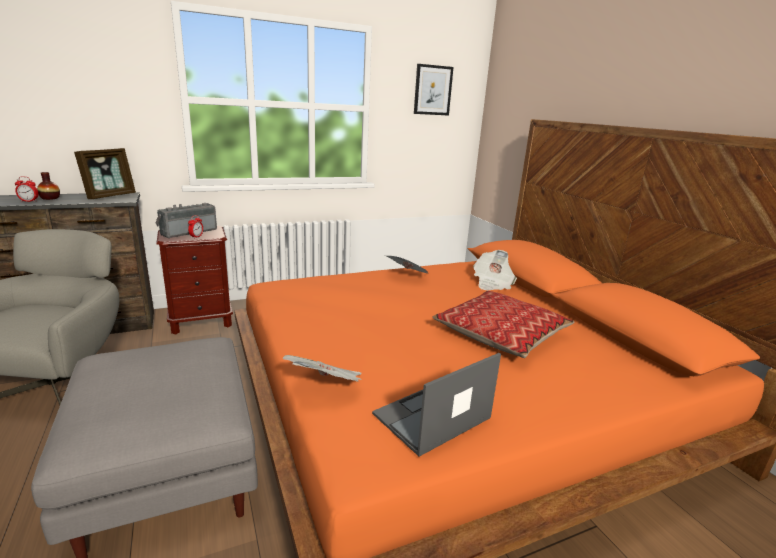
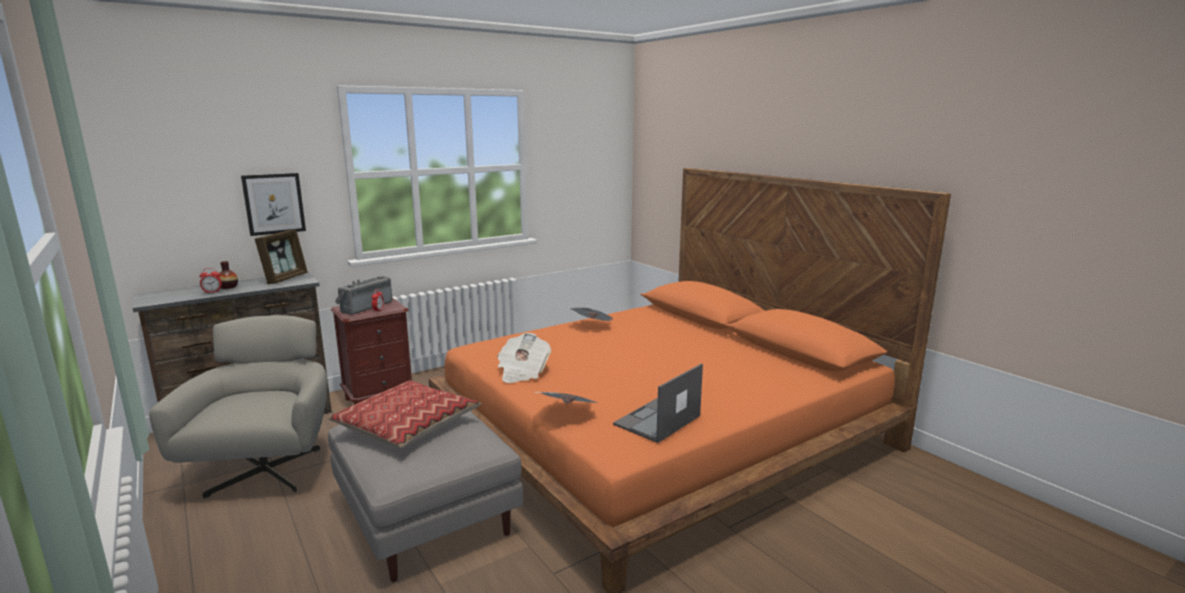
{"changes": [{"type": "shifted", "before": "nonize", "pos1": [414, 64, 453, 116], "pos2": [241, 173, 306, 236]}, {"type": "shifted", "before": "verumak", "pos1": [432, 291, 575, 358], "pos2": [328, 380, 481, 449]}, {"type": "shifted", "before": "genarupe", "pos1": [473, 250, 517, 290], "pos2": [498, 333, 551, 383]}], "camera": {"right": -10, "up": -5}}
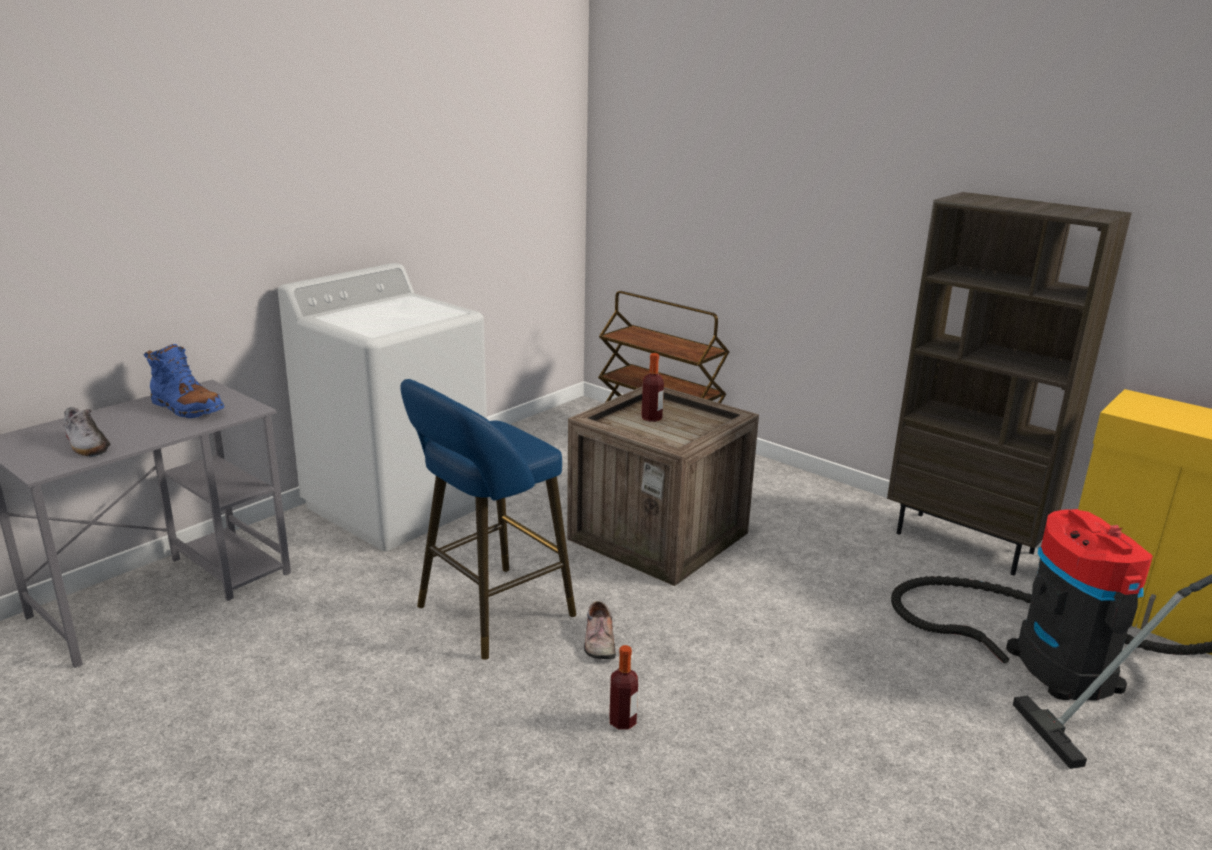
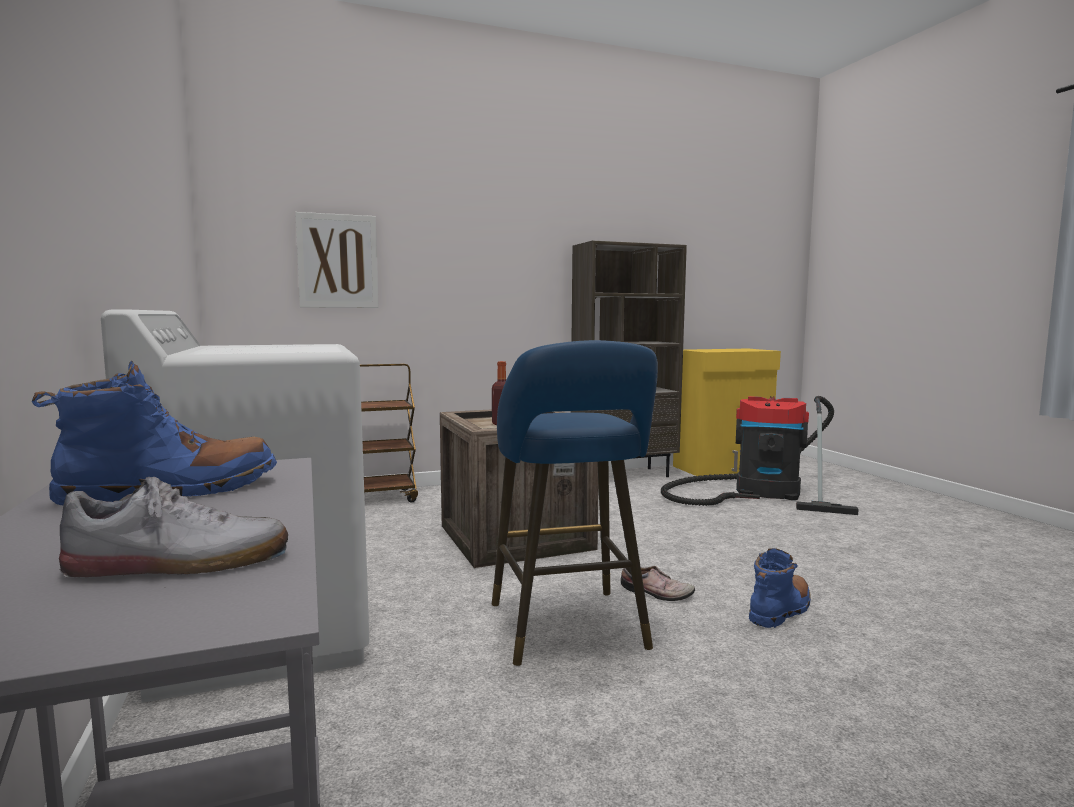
{"changes": [{"type": "new", "after": "nonize", "pos2": [295, 212, 379, 308]}, {"type": "swapped", "before": "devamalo", "after": "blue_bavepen", "pos1": [610, 645, 638, 730], "pos2": [749, 548, 811, 628]}], "camera": {"right": -60, "up": -15}}
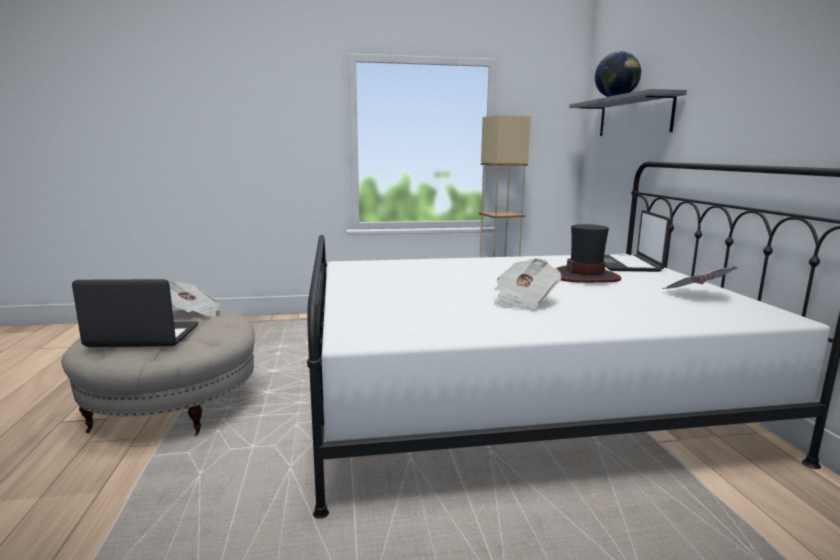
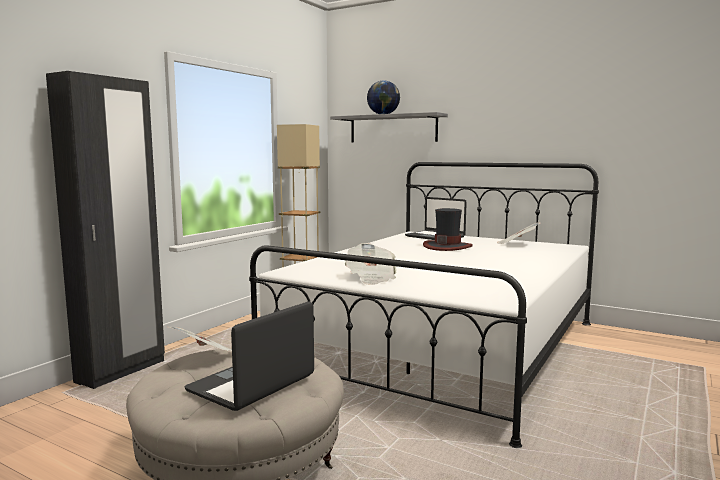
{"changes": [{"type": "new", "after": "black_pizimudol", "pos2": [46, 71, 165, 389]}, {"type": "shifted", "before": "genarupe", "pos1": [494, 258, 561, 308], "pos2": [345, 243, 397, 285]}], "camera": {"right": -50, "up": -5}}
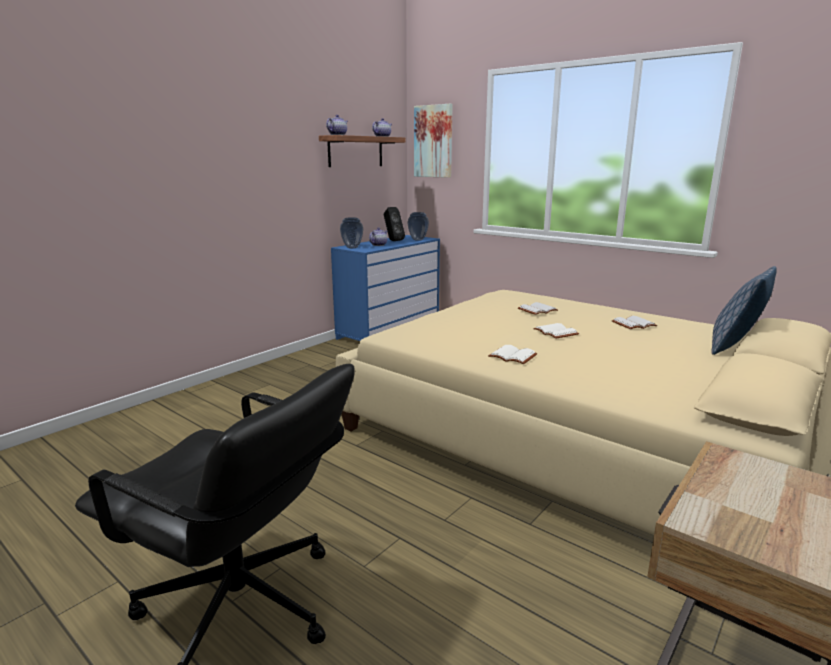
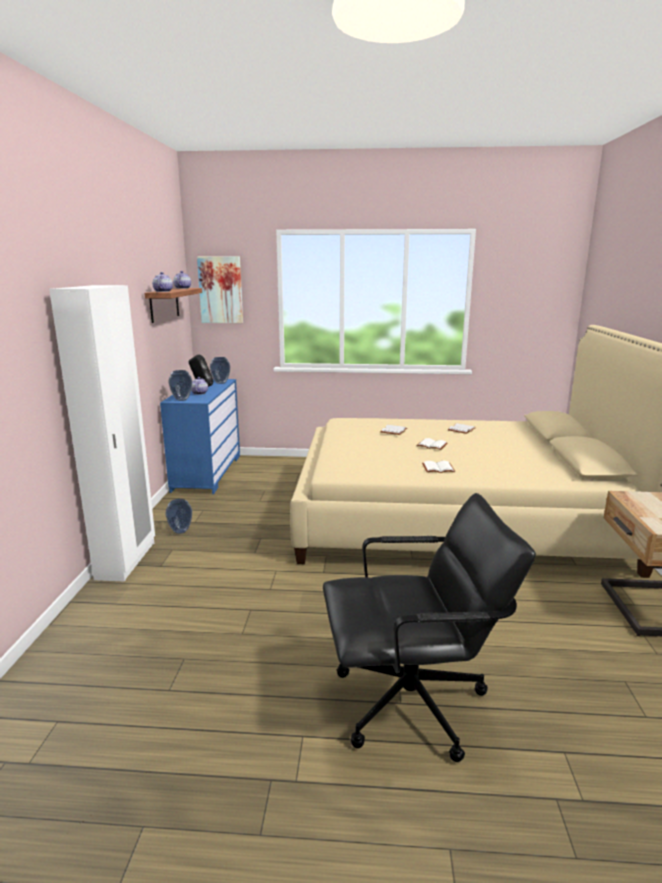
{"changes": [{"type": "new", "after": "white_pizimudol", "pos2": [49, 285, 155, 582]}, {"type": "new", "after": "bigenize", "pos2": [165, 499, 192, 534]}, {"type": "gone", "before": "verumak", "pos1": [711, 266, 777, 355]}], "camera": {"right": -35, "up": 0}}
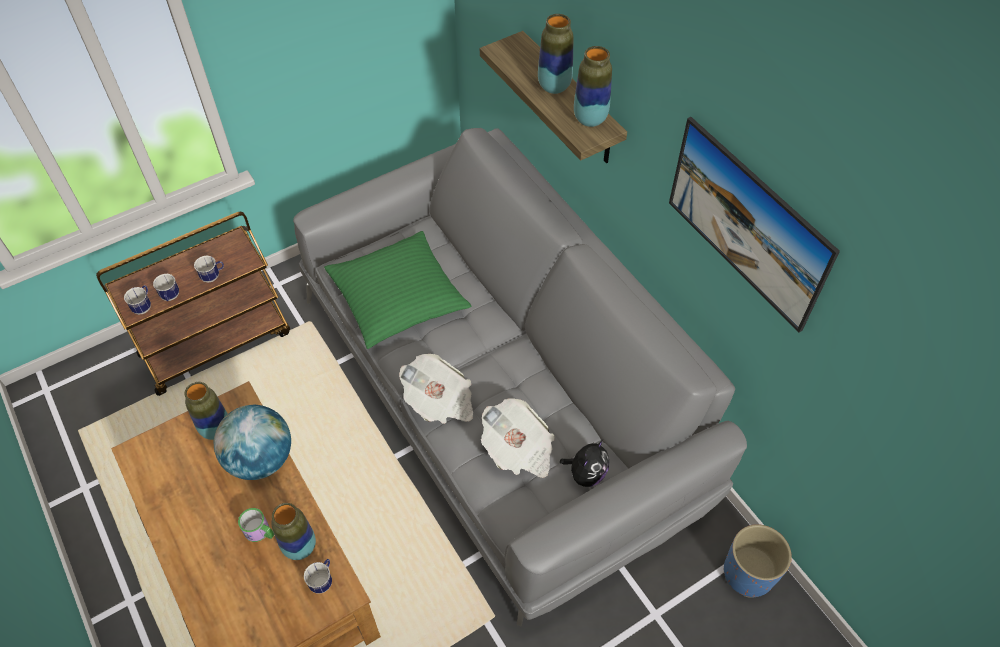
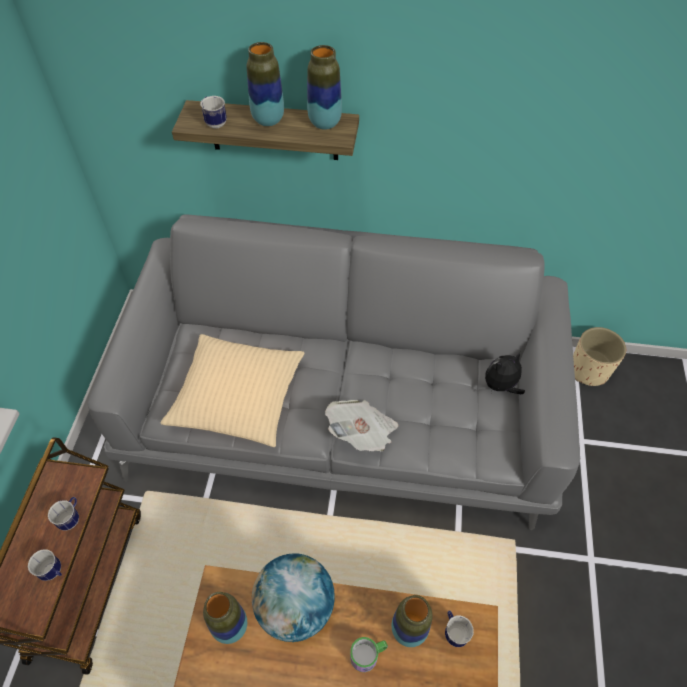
{"changes": [{"type": "repainted", "before": "green_verumak", "after": "beige_verumak", "pos1": [324, 231, 471, 349], "pos2": [161, 334, 305, 447]}, {"type": "shifted", "before": "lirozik", "pos1": [124, 285, 151, 315], "pos2": [200, 96, 227, 128]}, {"type": "rotated", "before": "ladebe", "pos1": [560, 440, 609, 487], "pos2": [485, 352, 525, 394], "turn": -105}, {"type": "repainted", "before": "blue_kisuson", "after": "beige_kisuson", "pos1": [724, 524, 792, 598], "pos2": [573, 327, 626, 386]}, {"type": "gone", "before": "genarupe", "pos1": [481, 398, 555, 478]}, {"type": "gone", "before": "nonize", "pos1": [669, 117, 840, 332]}], "camera": {"right": -50, "up": 0}}
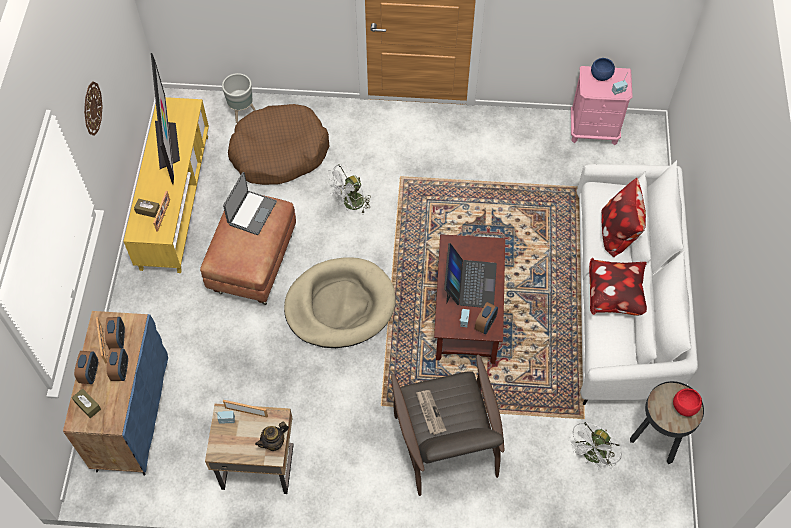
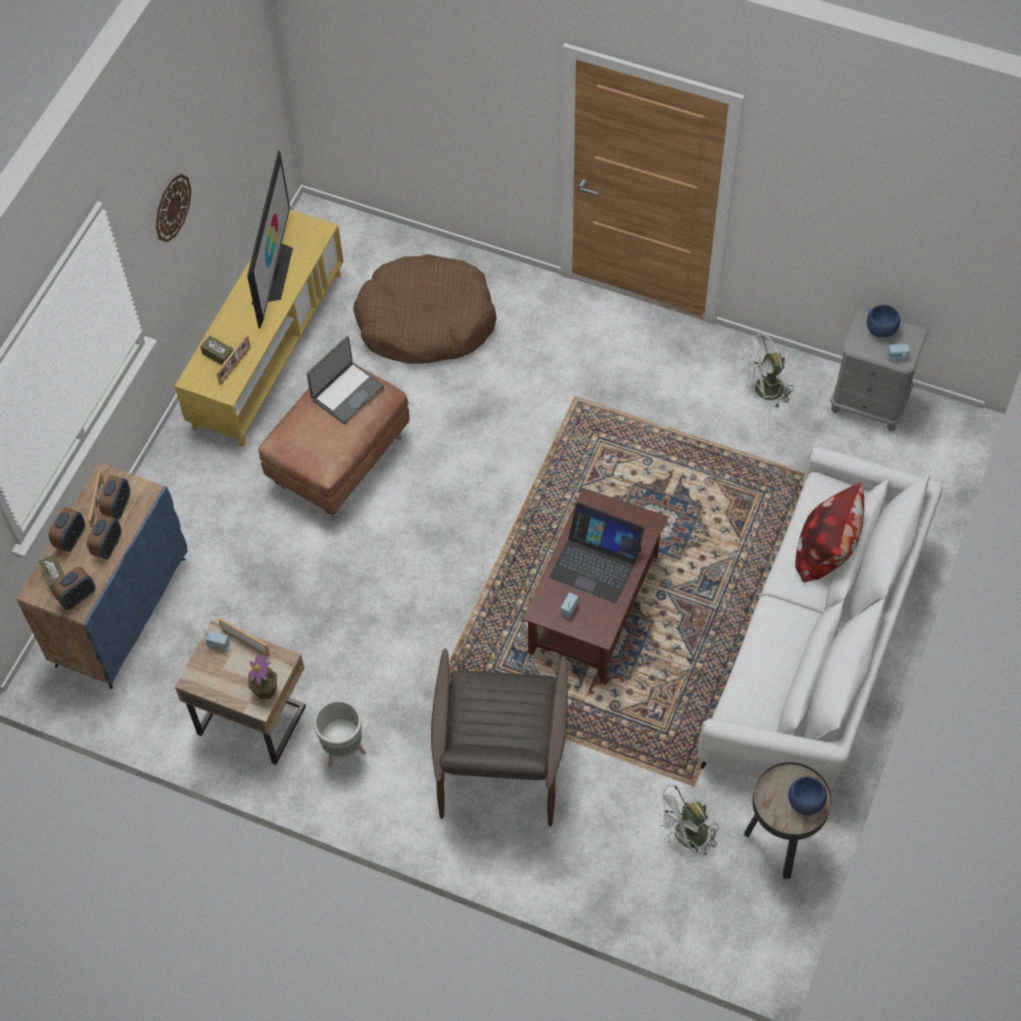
{"changes": [{"type": "shifted", "before": "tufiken", "pos1": [475, 302, 498, 334], "pos2": [52, 567, 95, 610]}, {"type": "swapped", "before": "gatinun", "after": "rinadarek", "pos1": [255, 422, 289, 451], "pos2": [248, 653, 277, 699]}, {"type": "shifted", "before": "grey_kisuson", "pos1": [222, 73, 255, 123], "pos2": [314, 700, 366, 767]}, {"type": "rotated", "before": "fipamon", "pos1": [444, 243, 497, 308], "pos2": [549, 502, 644, 603], "turn": 90}, {"type": "shifted", "before": "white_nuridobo", "pos1": [327, 164, 371, 213], "pos2": [739, 333, 794, 409]}, {"type": "repainted", "before": "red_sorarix", "after": "blue_sorarix", "pos1": [673, 388, 702, 417], "pos2": [788, 777, 827, 815]}, {"type": "repainted", "before": "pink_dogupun", "after": "grey_dogupun", "pos1": [571, 66, 633, 145], "pos2": [830, 309, 929, 432]}, {"type": "gone", "before": "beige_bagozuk", "pos1": [284, 257, 396, 348]}, {"type": "gone", "before": "genarupe", "pos1": [416, 390, 446, 435]}, {"type": "gone", "before": "verumak", "pos1": [589, 257, 647, 316]}], "camera": {"right": 20, "up": 0}}
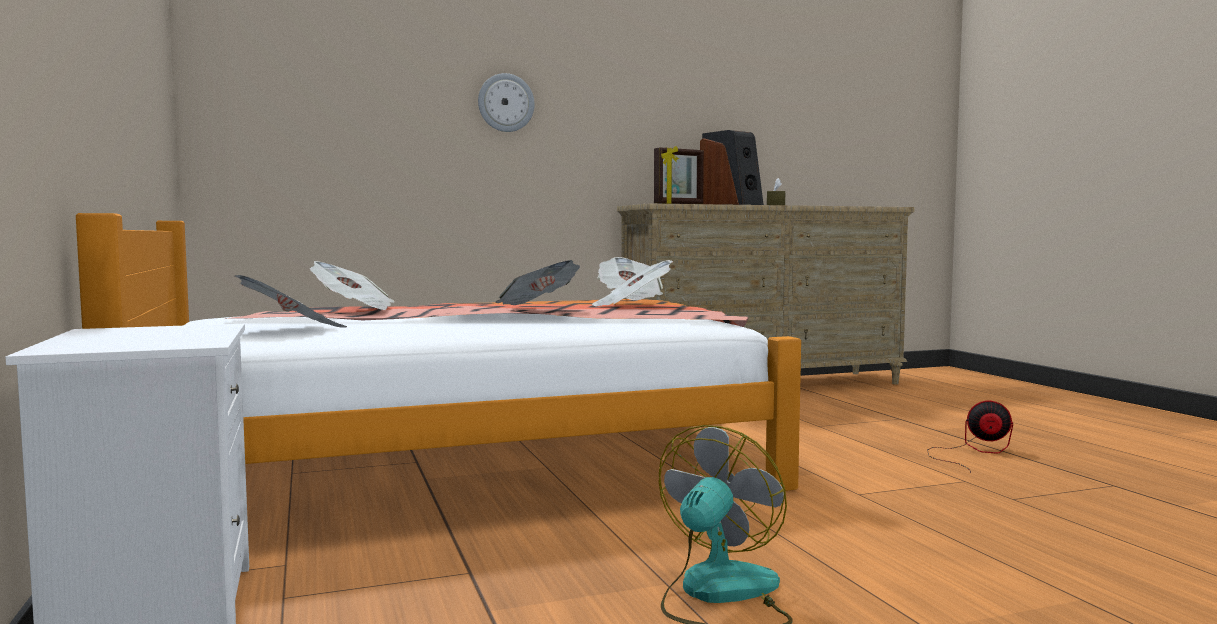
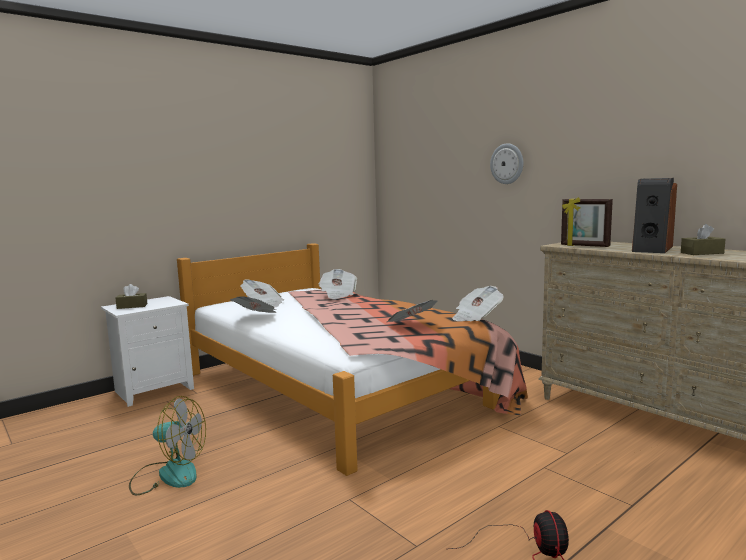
{"changes": [{"type": "new", "after": "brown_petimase", "pos2": [116, 284, 147, 309]}, {"type": "shifted", "before": "genarupe", "pos1": [496, 260, 580, 305], "pos2": [230, 296, 276, 313]}], "camera": {"right": 70, "up": 5}}
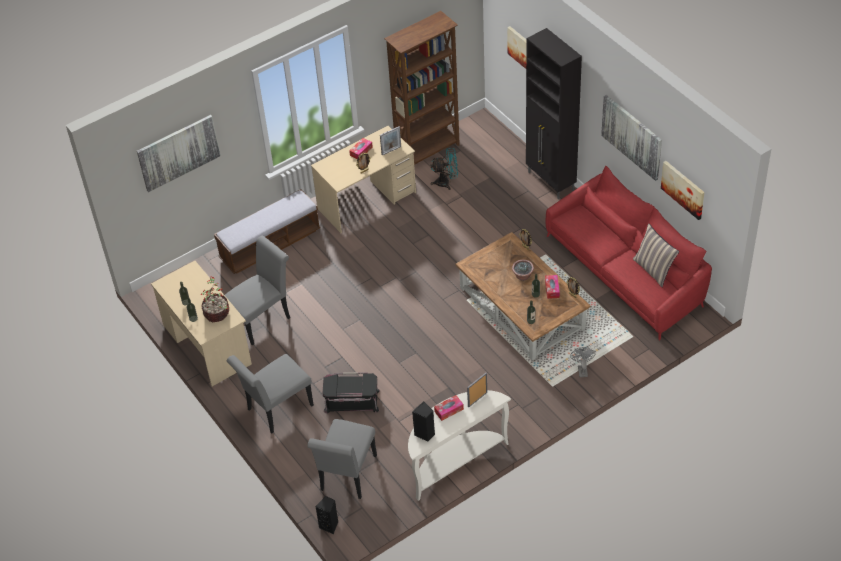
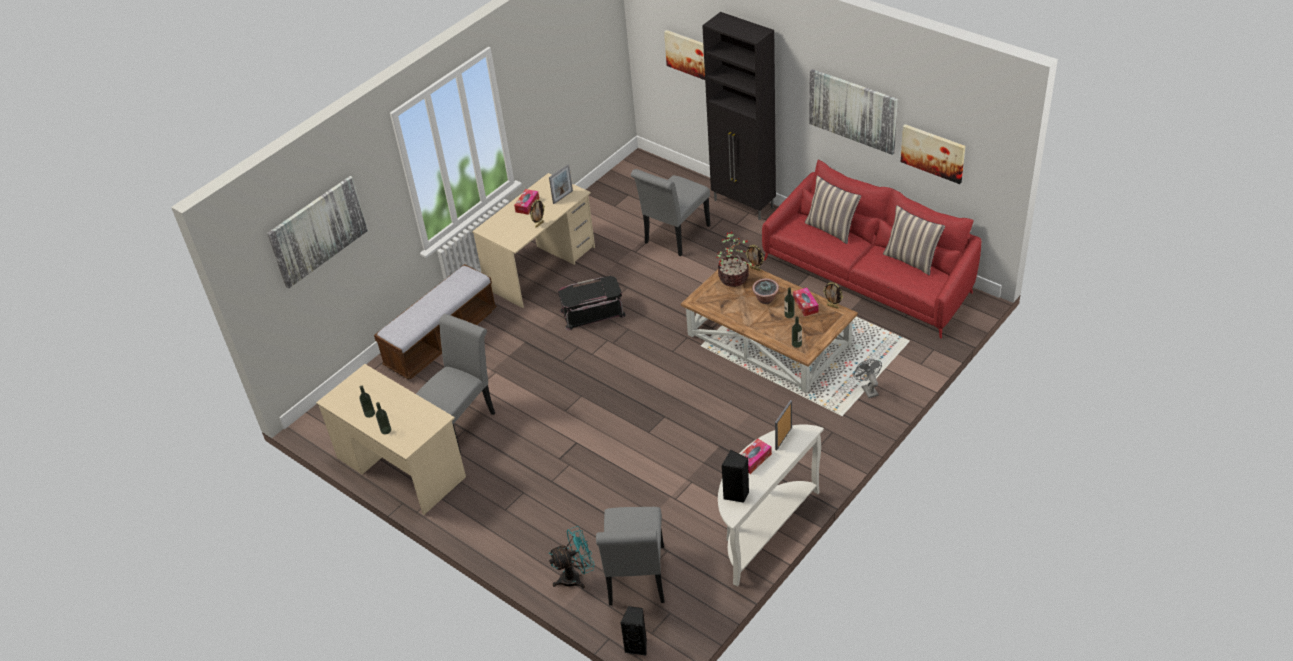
{"changes": [{"type": "shifted", "before": "turquoise_nuridobo", "pos1": [431, 148, 458, 190], "pos2": [548, 526, 595, 589]}, {"type": "shifted", "before": "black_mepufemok", "pos1": [322, 372, 380, 414], "pos2": [558, 276, 626, 331]}, {"type": "shifted", "before": "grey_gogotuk", "pos1": [227, 354, 314, 433], "pos2": [631, 169, 710, 256]}, {"type": "shifted", "before": "rinadarek", "pos1": [201, 276, 229, 322], "pos2": [716, 232, 754, 287]}, {"type": "new", "after": "verumak", "pos2": [805, 175, 861, 244]}, {"type": "gone", "before": "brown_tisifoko", "pos1": [384, 11, 460, 165]}], "camera": {"right": -15, "up": -5}}
